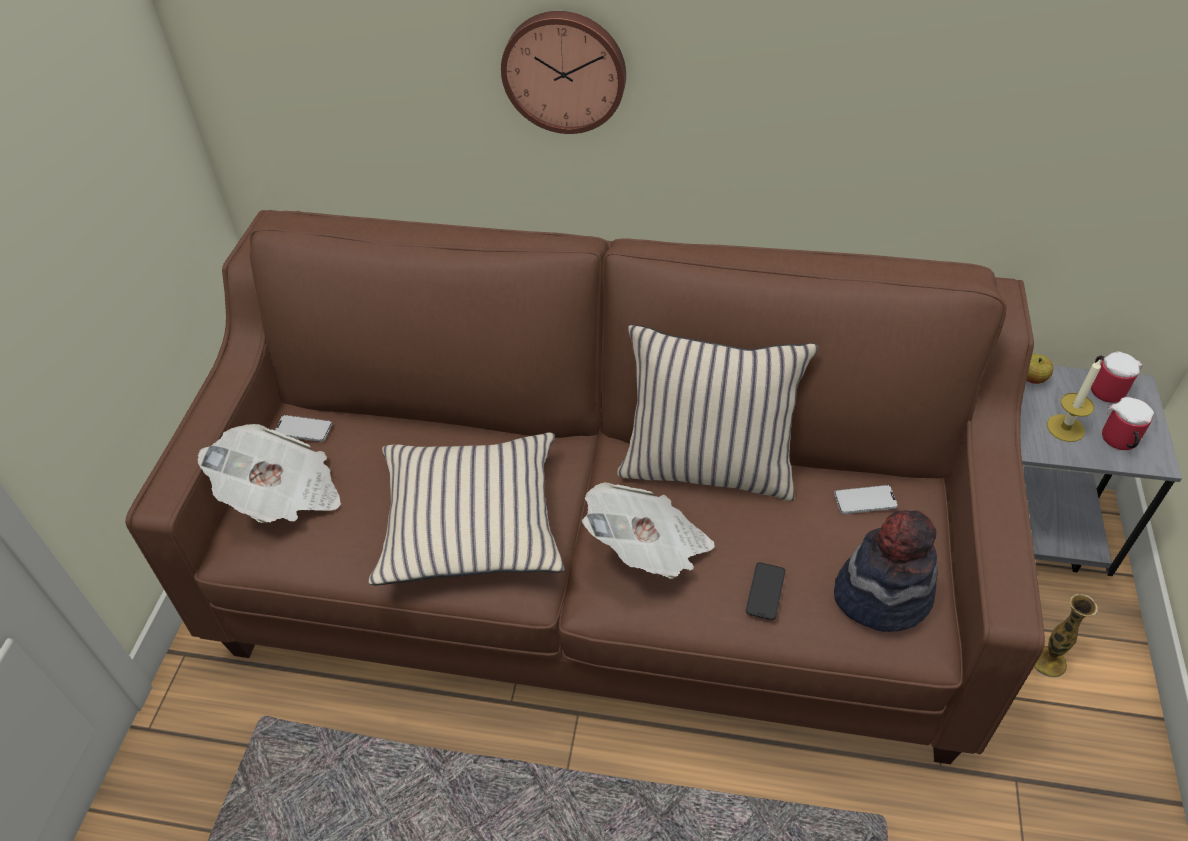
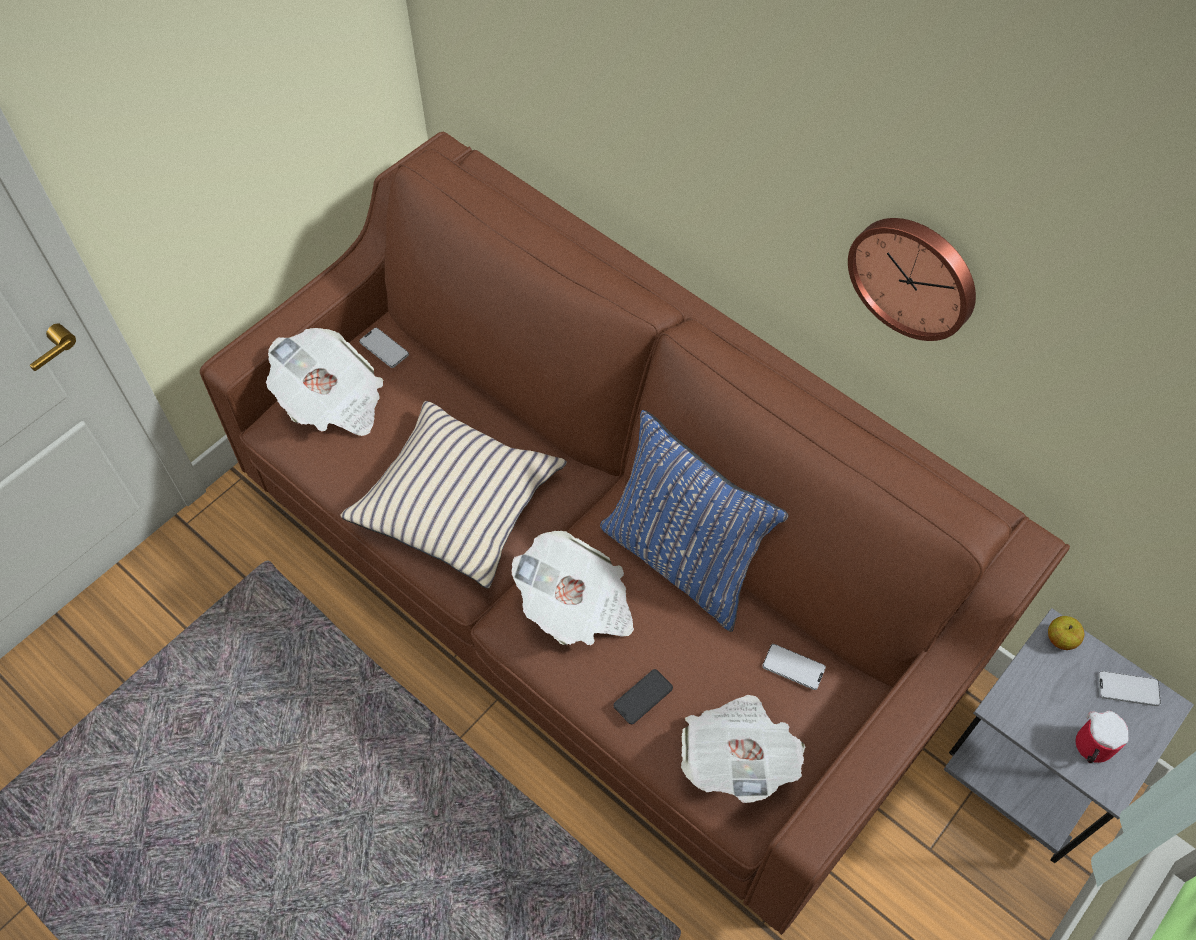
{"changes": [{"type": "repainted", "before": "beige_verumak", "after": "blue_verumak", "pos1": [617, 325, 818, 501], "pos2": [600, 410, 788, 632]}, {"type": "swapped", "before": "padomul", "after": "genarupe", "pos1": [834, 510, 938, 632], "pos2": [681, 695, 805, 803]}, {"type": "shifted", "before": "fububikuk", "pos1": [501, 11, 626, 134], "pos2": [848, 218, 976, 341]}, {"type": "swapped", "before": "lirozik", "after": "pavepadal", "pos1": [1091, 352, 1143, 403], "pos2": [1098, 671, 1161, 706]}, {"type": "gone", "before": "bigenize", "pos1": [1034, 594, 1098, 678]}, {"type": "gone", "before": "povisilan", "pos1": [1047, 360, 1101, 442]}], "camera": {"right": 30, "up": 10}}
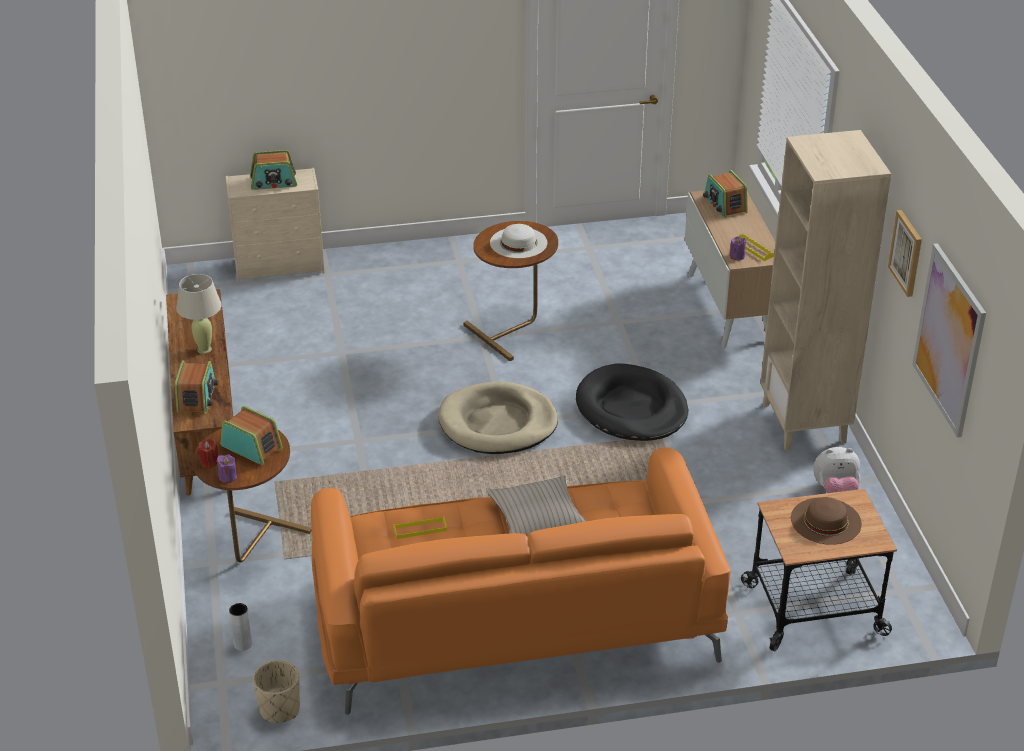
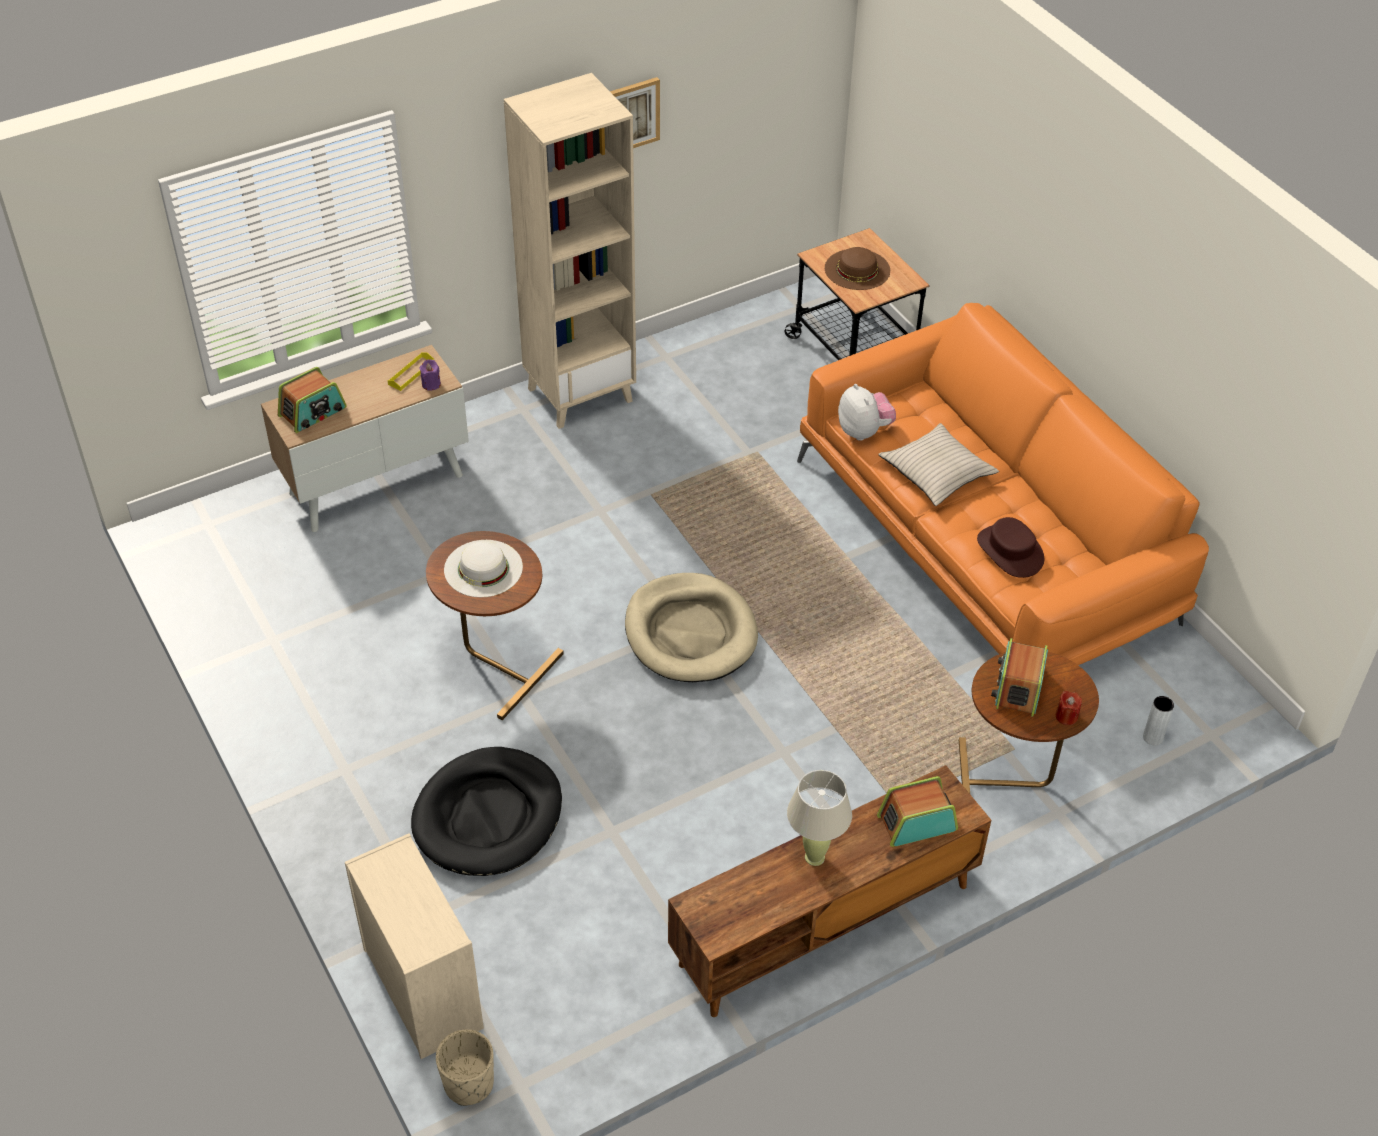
{"changes": [{"type": "shifted", "before": "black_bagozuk", "pos1": [576, 363, 689, 441], "pos2": [411, 747, 562, 876]}, {"type": "shifted", "before": "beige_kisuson", "pos1": [253, 660, 300, 723], "pos2": [436, 1029, 494, 1106]}, {"type": "shifted", "before": "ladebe", "pos1": [813, 447, 860, 493], "pos2": [838, 384, 896, 441]}, {"type": "swapped", "before": "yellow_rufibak", "after": "brown_padomul", "pos1": [393, 517, 447, 539], "pos2": [977, 517, 1044, 578]}, {"type": "gone", "before": "purple_povisilan", "pos1": [217, 454, 237, 483]}, {"type": "gone", "before": "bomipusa", "pos1": [250, 150, 297, 190]}, {"type": "gone", "before": "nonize", "pos1": [912, 243, 986, 438]}], "camera": {"right": -110, "up": 10}}
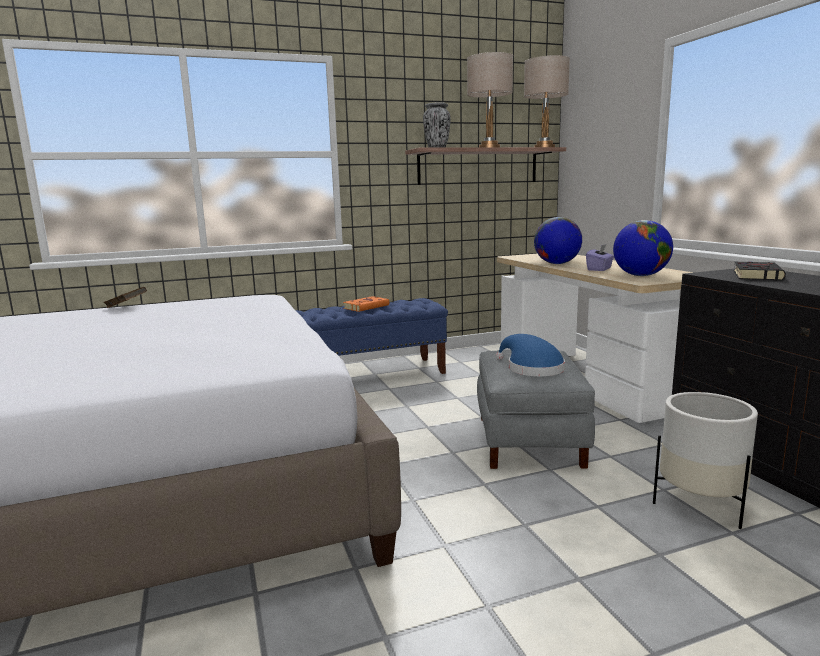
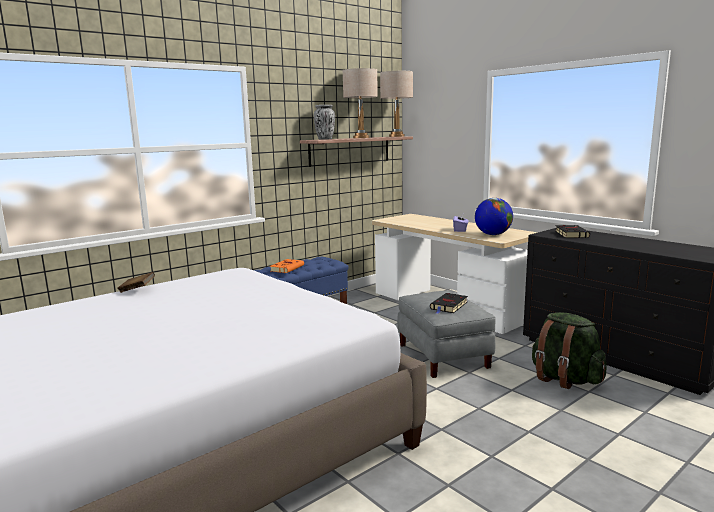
{"changes": [{"type": "swapped", "before": "blue_padomul", "after": "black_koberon", "pos1": [496, 334, 565, 376], "pos2": [430, 293, 468, 314]}, {"type": "swapped", "before": "white_kisuson", "after": "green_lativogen", "pos1": [653, 392, 758, 529], "pos2": [532, 312, 607, 389]}, {"type": "gone", "before": "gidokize", "pos1": [534, 217, 582, 264]}], "camera": {"right": -20, "up": 0}}
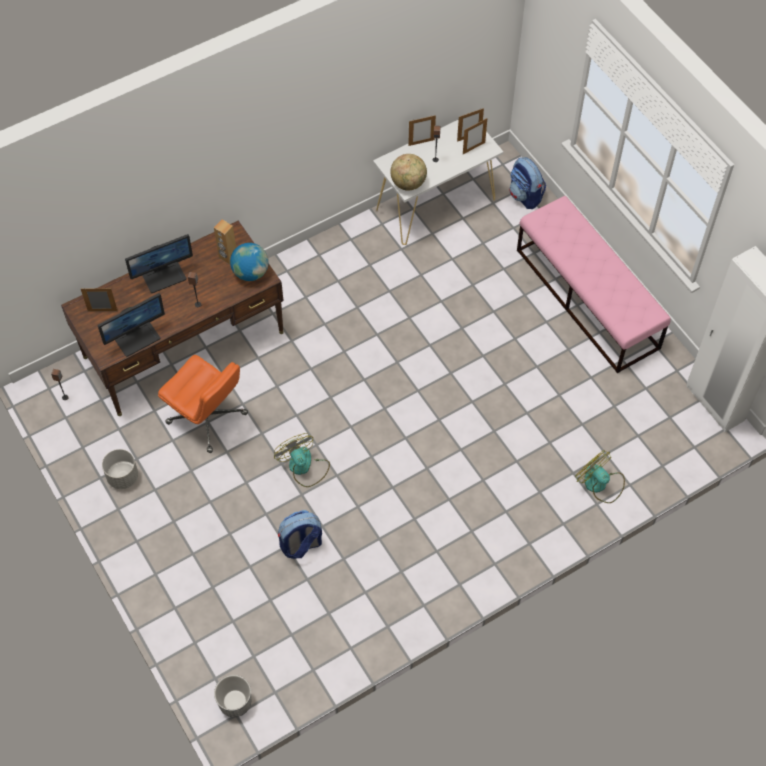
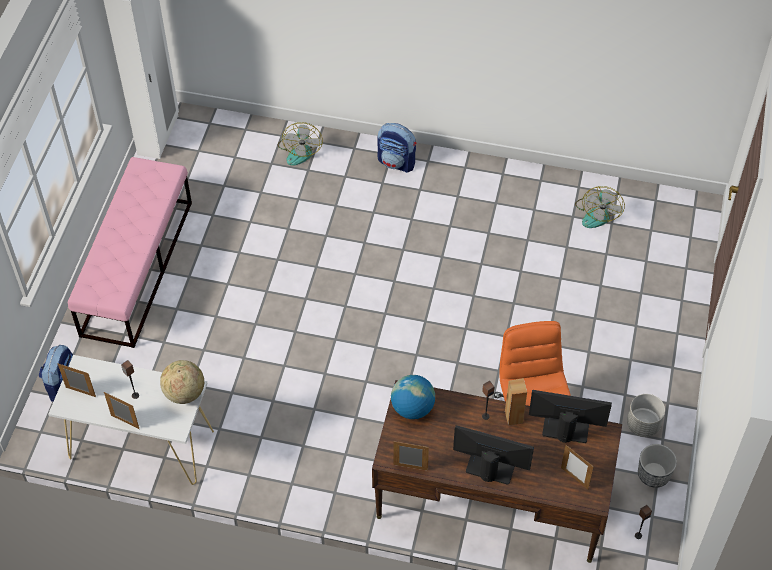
{"changes": [{"type": "shifted", "before": "lativogen", "pos1": [278, 510, 322, 559], "pos2": [377, 123, 416, 173]}, {"type": "shifted", "before": "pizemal", "pos1": [463, 118, 488, 154], "pos2": [393, 441, 429, 471]}, {"type": "shifted", "before": "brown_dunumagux", "pos1": [214, 219, 236, 265], "pos2": [505, 378, 527, 425]}, {"type": "shifted", "before": "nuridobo", "pos1": [274, 433, 330, 487], "pos2": [575, 186, 625, 228]}, {"type": "shifted", "before": "kisuson", "pos1": [214, 675, 251, 717], "pos2": [638, 444, 677, 488]}], "camera": {"right": -135, "up": -5}}
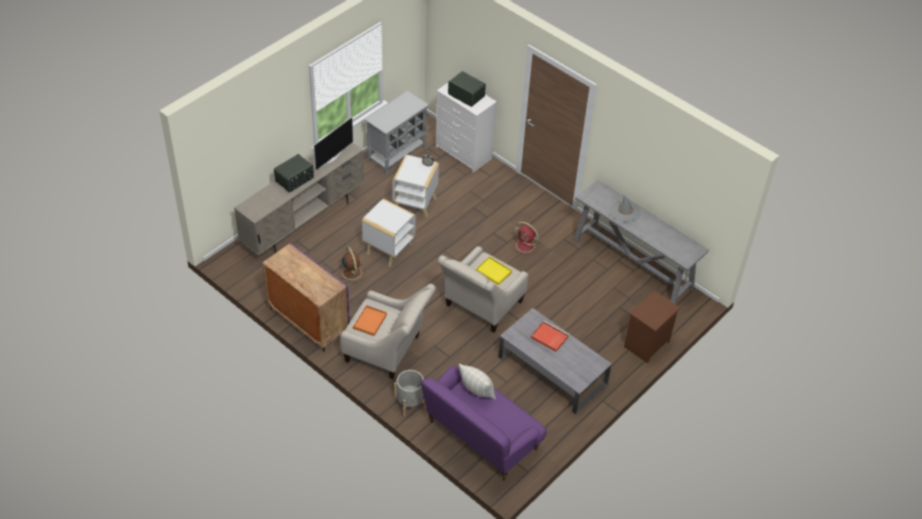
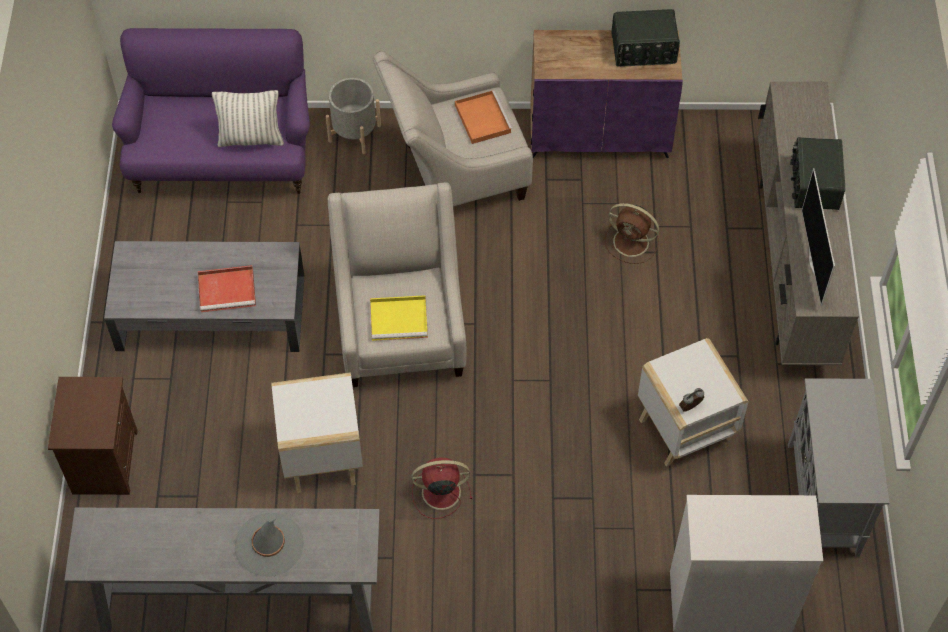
{"changes": [{"type": "shifted", "before": "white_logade", "pos1": [362, 199, 416, 266], "pos2": [271, 372, 363, 493]}, {"type": "shifted", "before": "bomipusa", "pos1": [448, 71, 486, 107], "pos2": [611, 9, 680, 67]}], "camera": {"right": 140, "up": 10}}
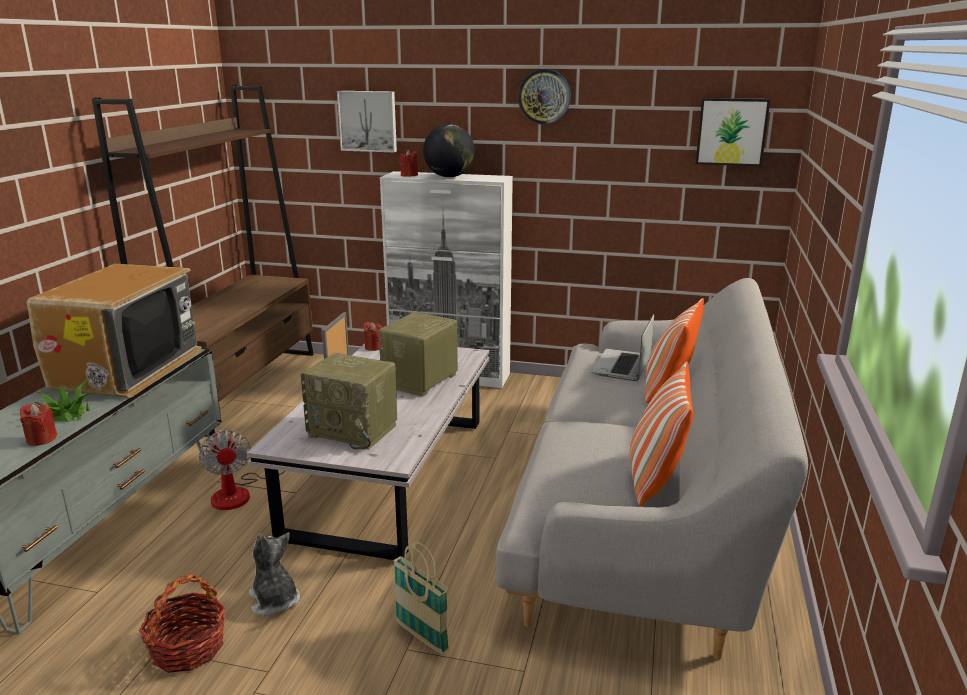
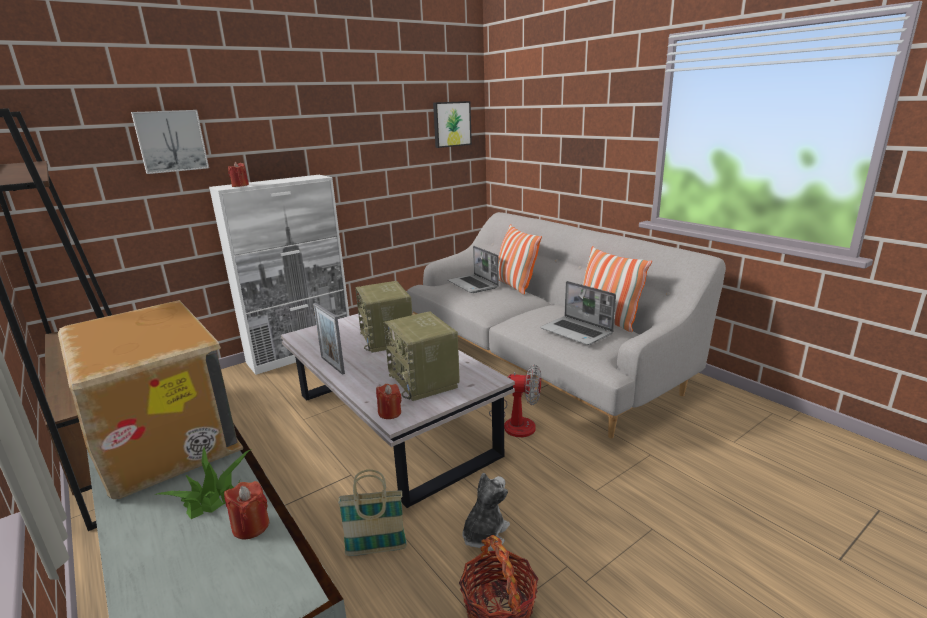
{"changes": [{"type": "shifted", "before": "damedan", "pos1": [393, 542, 449, 654], "pos2": [338, 470, 407, 556]}, {"type": "shifted", "before": "red_povisilan", "pos1": [364, 322, 383, 351], "pos2": [376, 384, 402, 419]}, {"type": "rotated", "before": "bomipusa", "pos1": [301, 353, 397, 450], "pos2": [384, 311, 460, 401], "turn": 90}, {"type": "rotated", "before": "ladebe", "pos1": [249, 533, 300, 616], "pos2": [463, 473, 510, 551], "turn": 120}, {"type": "shifted", "before": "nuridobo", "pos1": [199, 430, 285, 510], "pos2": [489, 364, 541, 437]}, {"type": "new", "after": "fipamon", "pos2": [540, 281, 616, 345]}, {"type": "gone", "before": "gidokize", "pos1": [423, 124, 475, 177]}, {"type": "gone", "before": "fububikuk", "pos1": [518, 69, 571, 124]}], "camera": {"right": -50, "up": 0}}
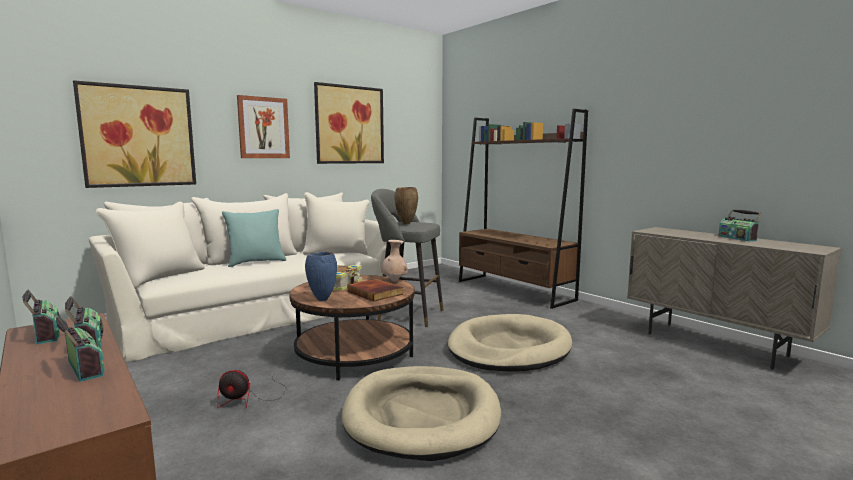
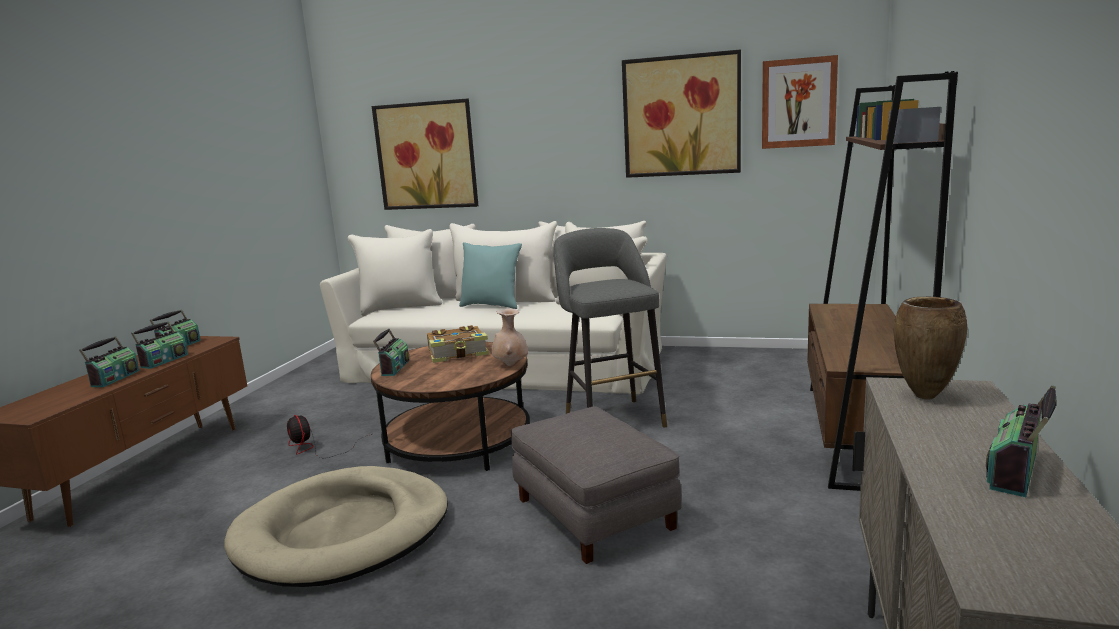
{"changes": [{"type": "swapped", "before": "blue_bigenize", "after": "bomipusa", "pos1": [305, 251, 337, 301], "pos2": [373, 329, 409, 376]}, {"type": "swapped", "before": "beige_bagozuk", "after": "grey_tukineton", "pos1": [448, 314, 572, 372], "pos2": [511, 406, 682, 564]}, {"type": "shifted", "before": "nonize", "pos1": [237, 95, 290, 158], "pos2": [762, 55, 838, 149]}, {"type": "shifted", "before": "brown_bigenize", "pos1": [394, 187, 418, 224], "pos2": [893, 297, 967, 400]}, {"type": "gone", "before": "koberon", "pos1": [348, 279, 403, 302]}], "camera": {"right": 55, "up": 5}}
